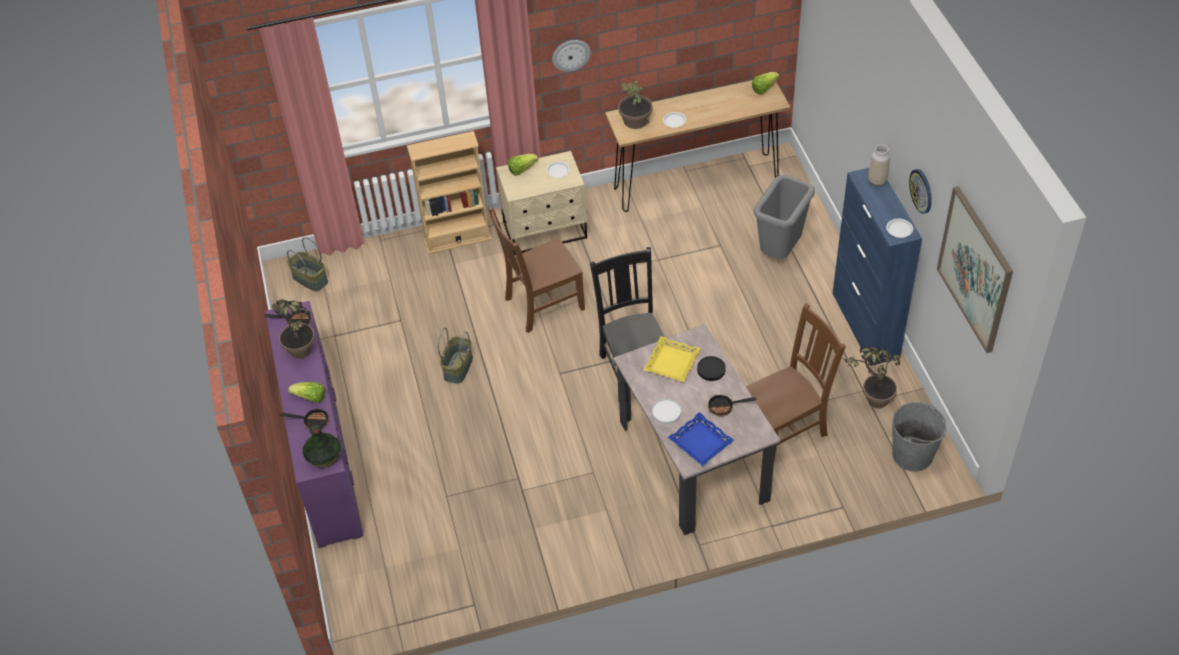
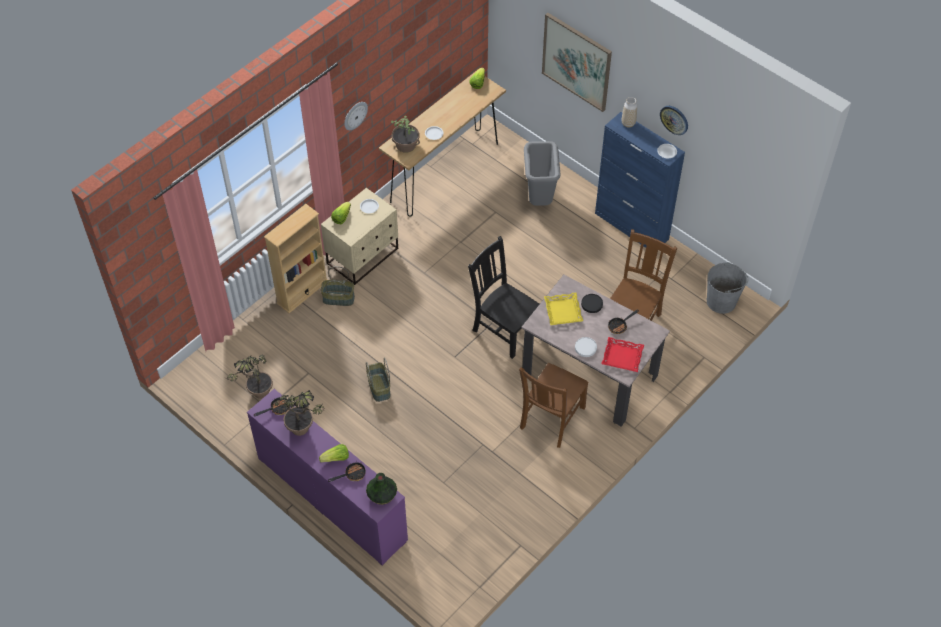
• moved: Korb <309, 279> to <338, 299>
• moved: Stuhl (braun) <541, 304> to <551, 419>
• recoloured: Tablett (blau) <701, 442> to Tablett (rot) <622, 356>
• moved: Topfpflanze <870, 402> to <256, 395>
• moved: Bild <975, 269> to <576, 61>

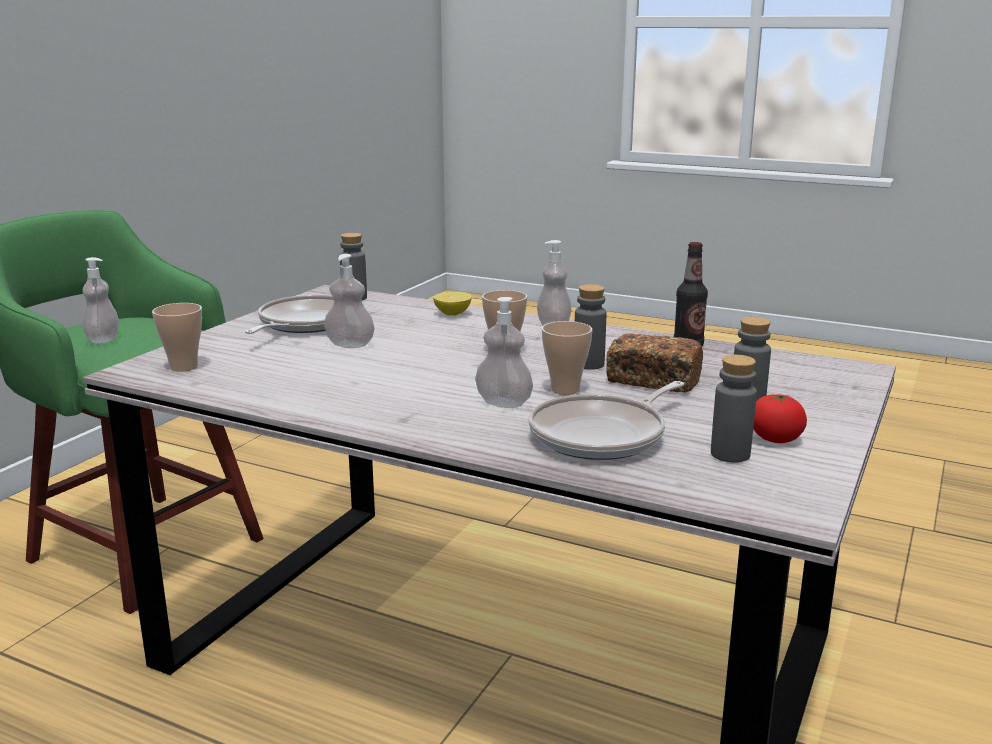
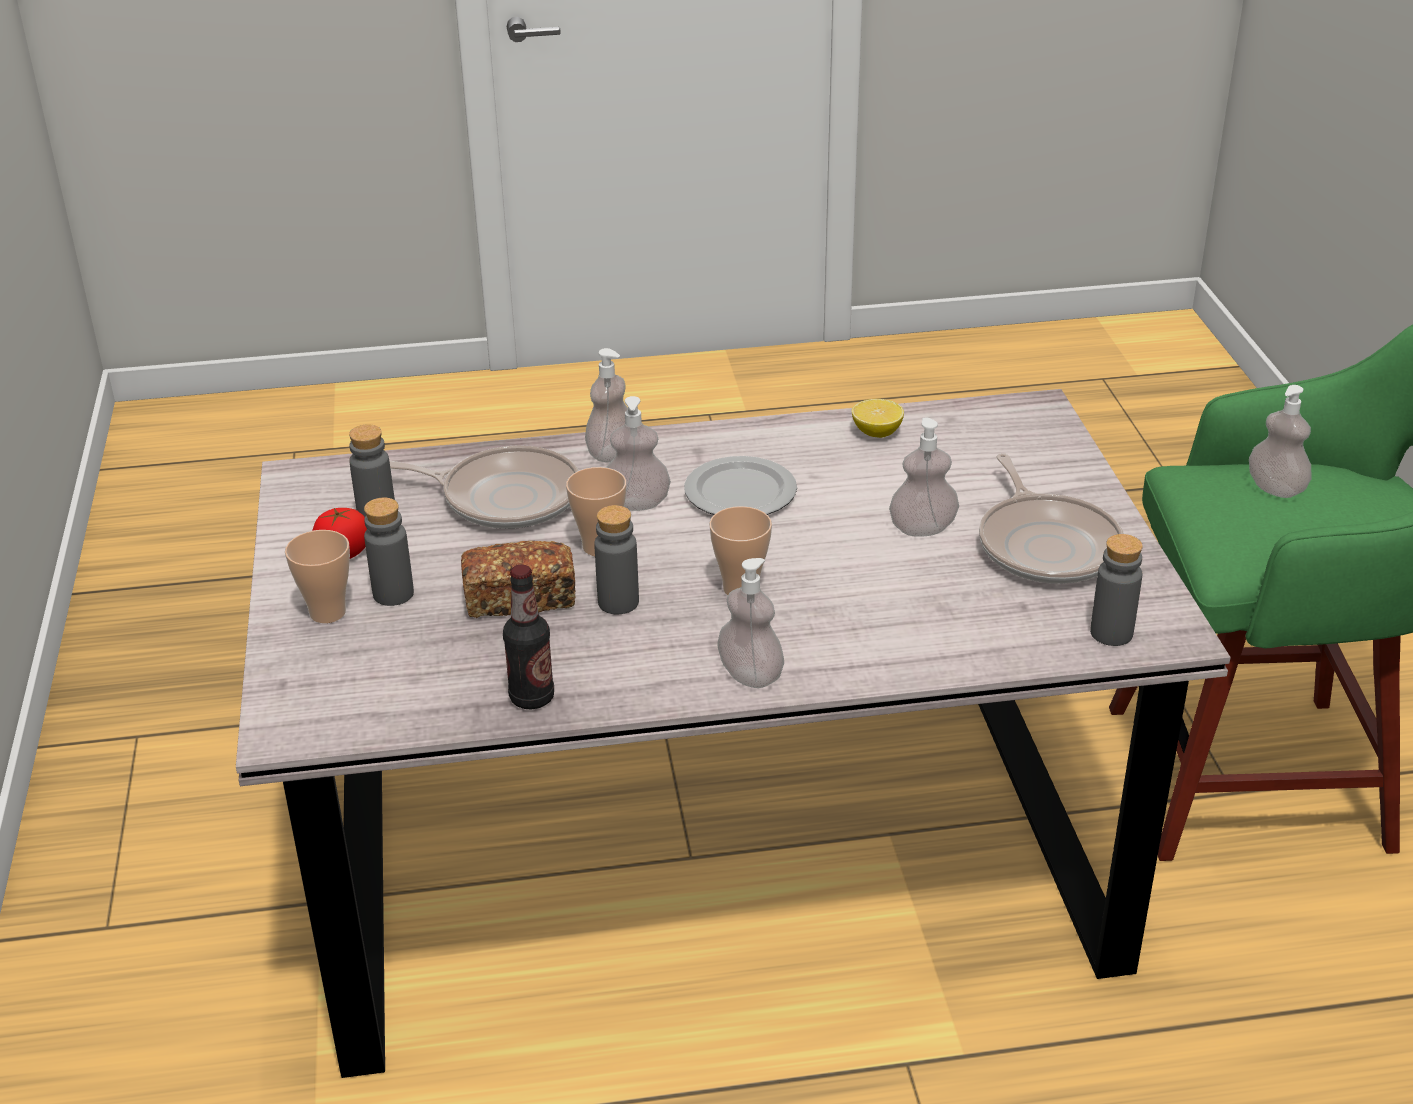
• moved: Tasse <183, 367> to <327, 613>
• moved: Zitrone <452, 314> to <876, 432>
• turned: Pfanne <602, 435> = <504, 497> 90 degrees clockwise
• added: Seifenspender <611, 452>
• added: Teller <740, 491>

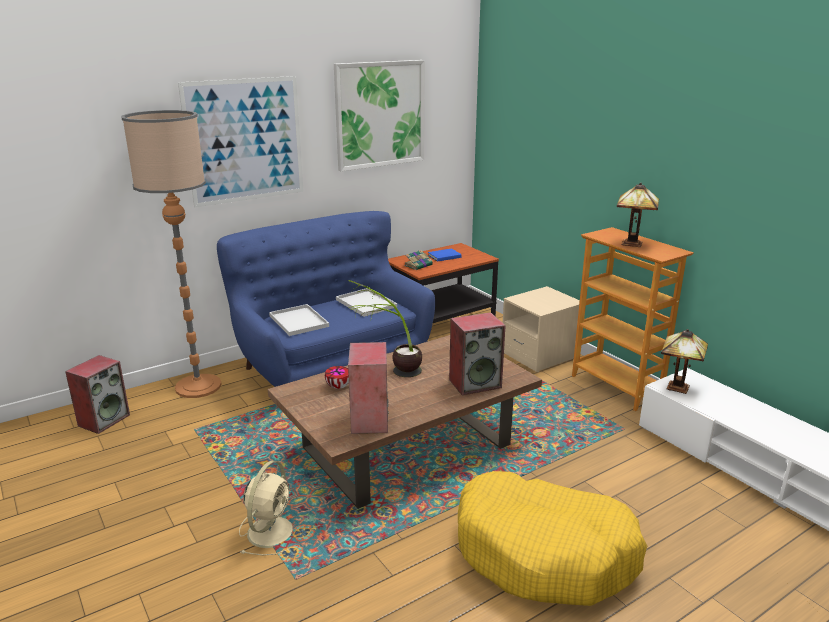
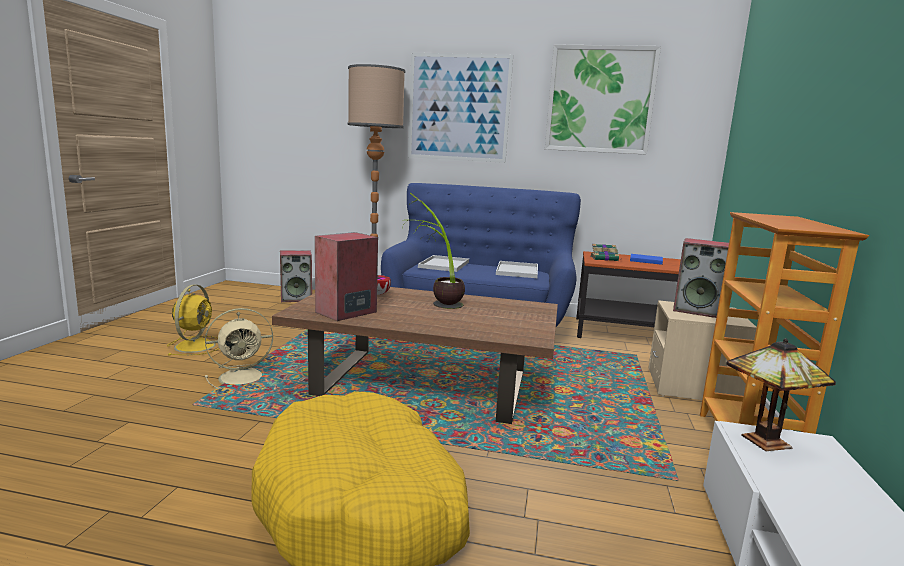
• moved: Lautsprecher <475, 383> to <698, 310>
• removed: Tischlampe <633, 243>
• added: Ventilator (gelb) <196, 345>

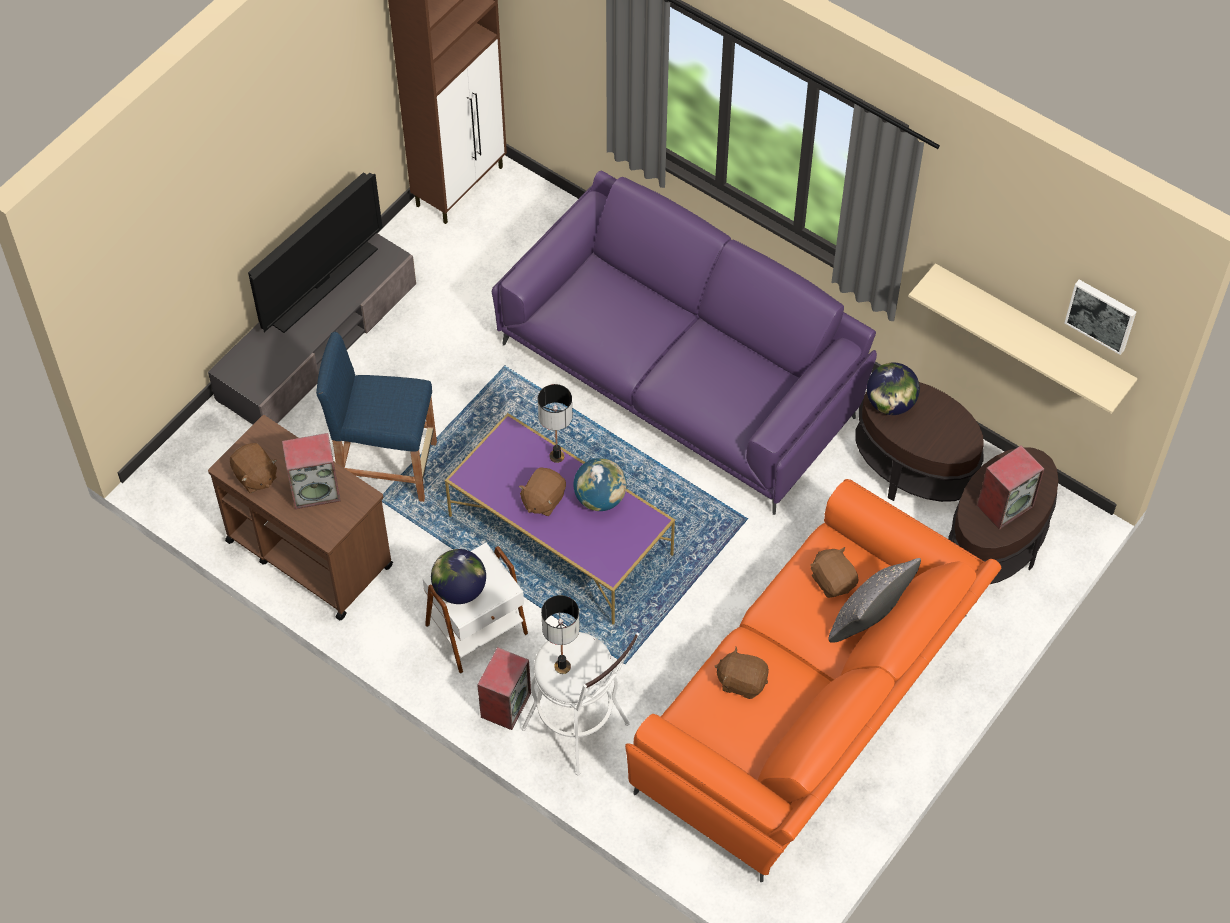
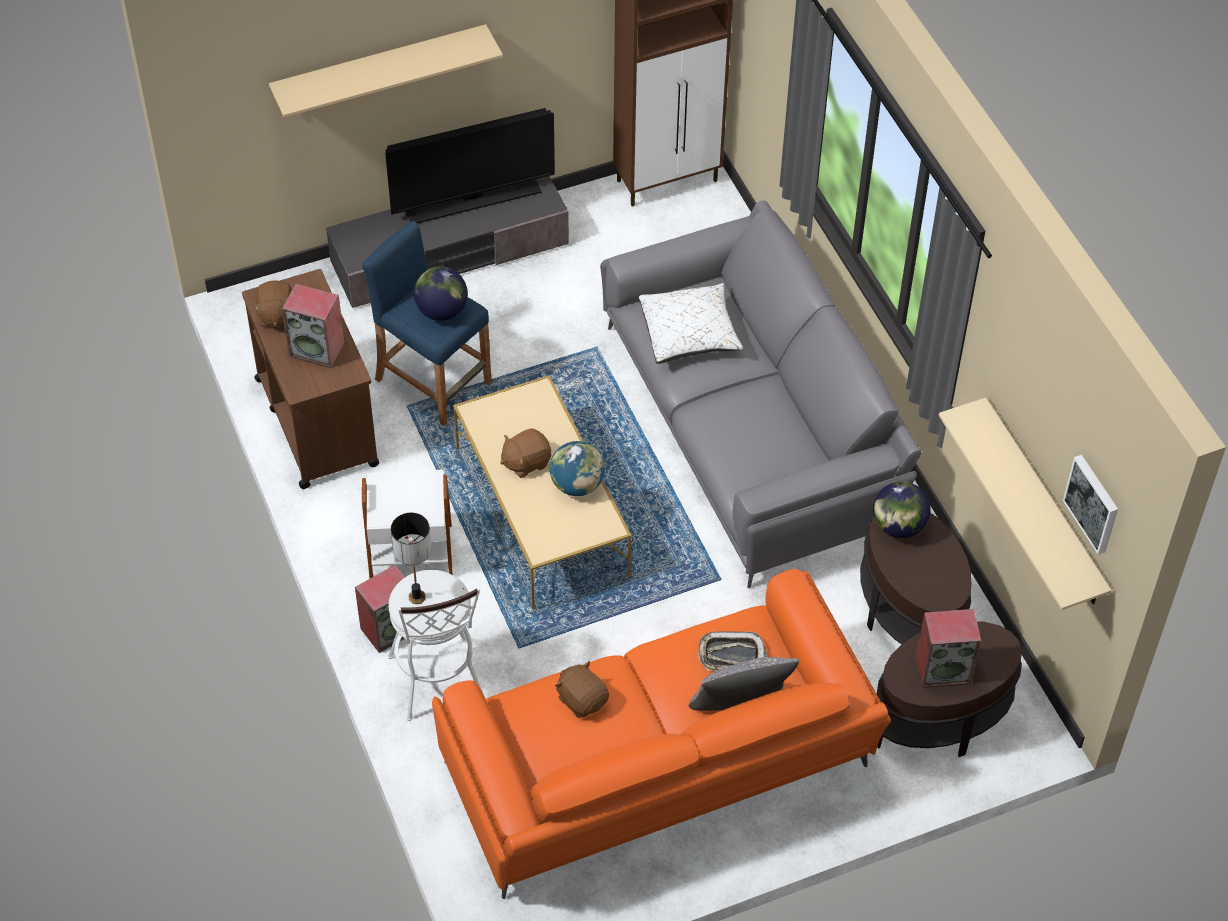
• moved: Globus <459, 589> to <442, 311>
• recoloured: Couchtisch (lila) <561, 536> to Couchtisch (beige) <542, 512>
• recoloured: Sofa (lila) <682, 376> to Sofa (grau) <750, 429>
• removed: Tischlampe <556, 456>
• replaced: Plüschtier (braun) <833, 580> to Tablett <731, 655>
• added: Wandregal (beige) <380, 68>
• added: Kissen (weiß) <689, 334>

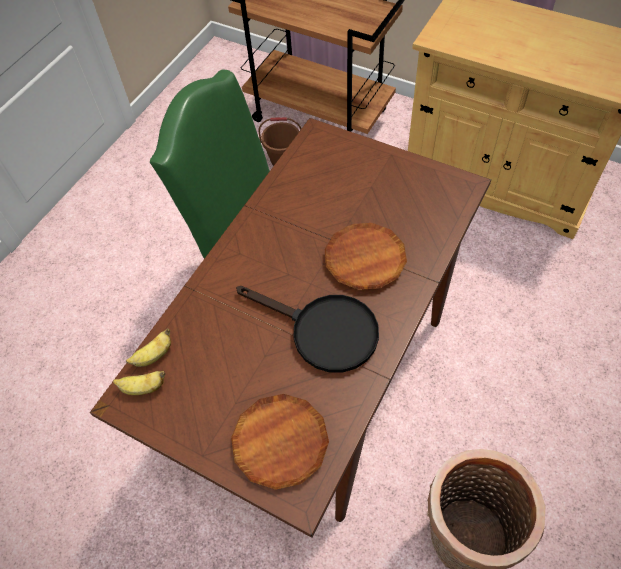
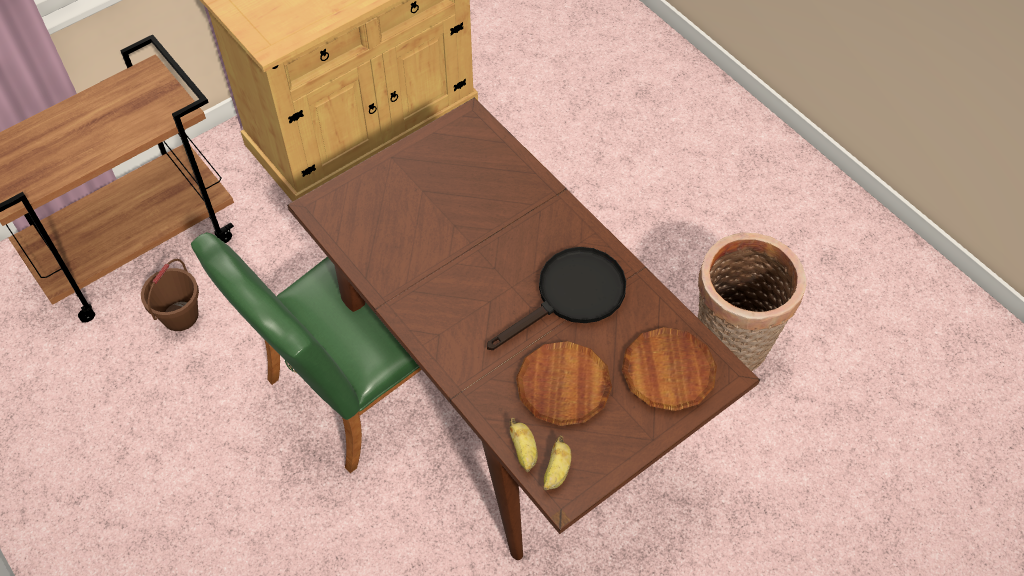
• moved: Teller (braun) <365, 259> to <563, 386>

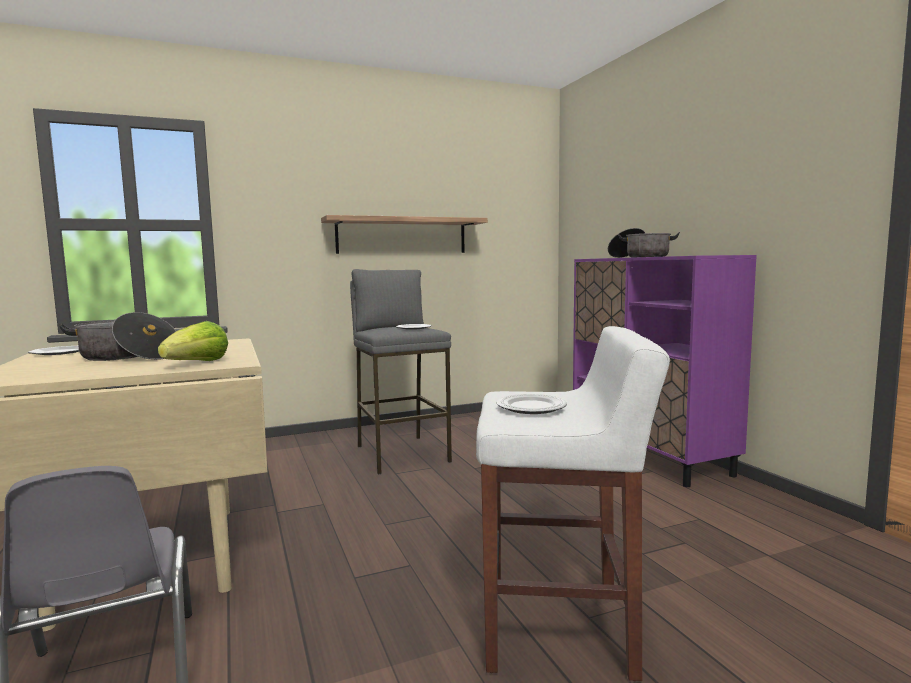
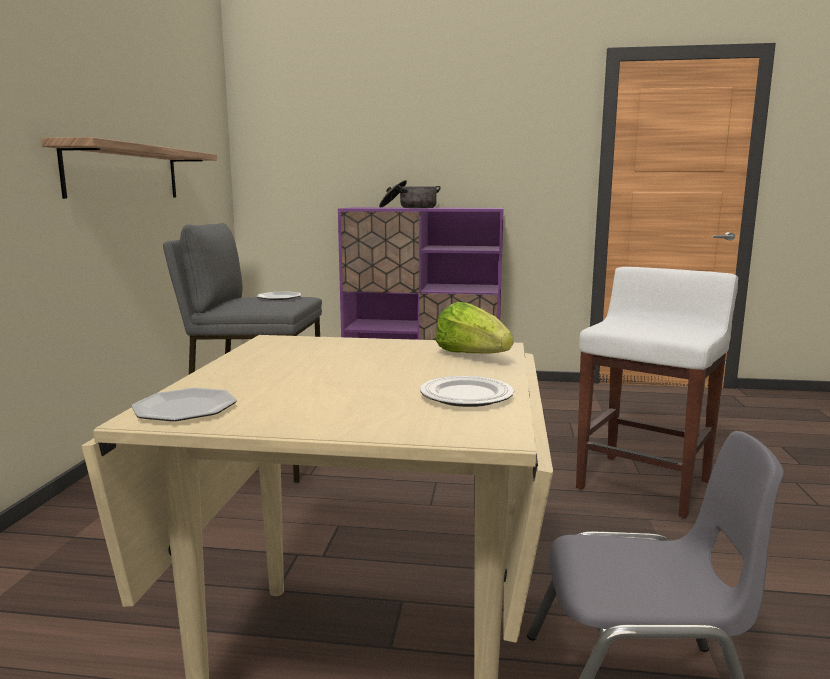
• removed: Kochtopf <127, 357>
• moved: Teller <532, 408> to <467, 396>

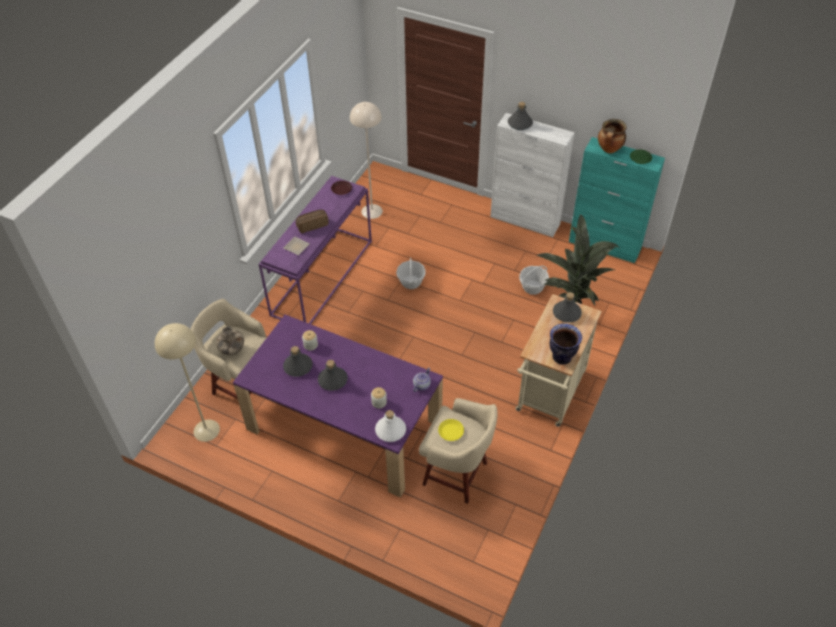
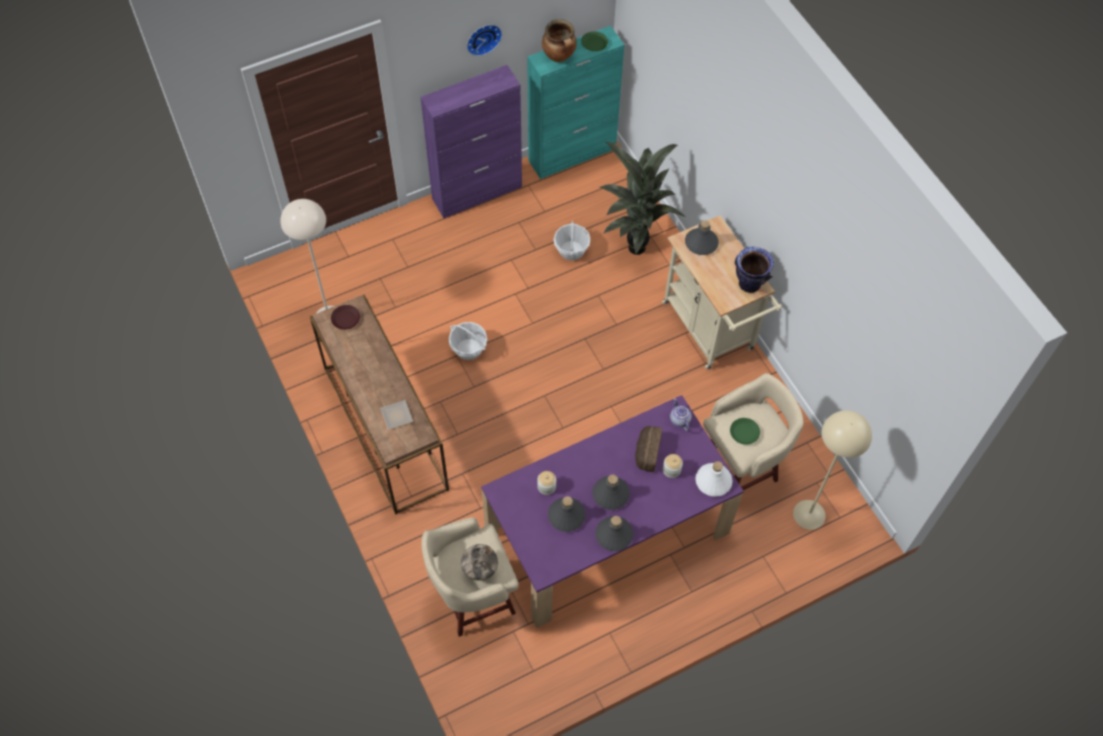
• moved: Stehlampe (beige) <206, 430> to <809, 514>
• recoloured: Konsolentisch (lila) <322, 277> to Konsolentisch (braun) <383, 427>
• moved: Brot <312, 225> to <646, 452>
• recoloured: Teller (gelb) <451, 432> to Teller (grün) <744, 432>
• recoloured: Schrank (weiß) <525, 220> to Schrank (lila) <477, 192>
• moved: Flasche (grau) <519, 124> to <613, 535>
• added: Wanduhr <483, 38>

